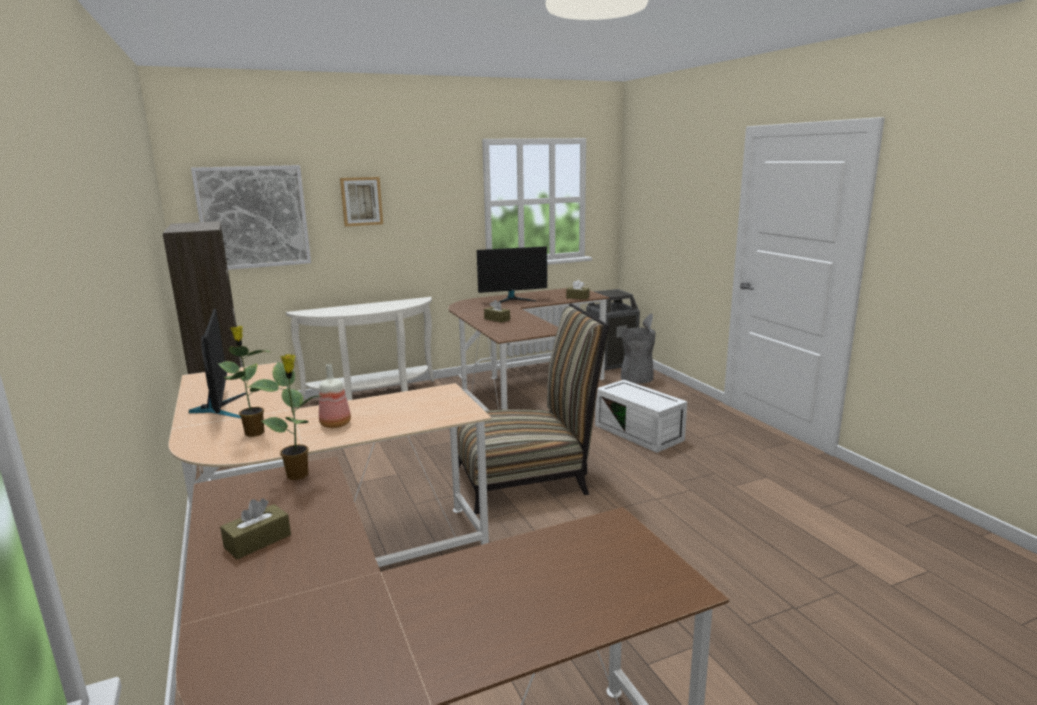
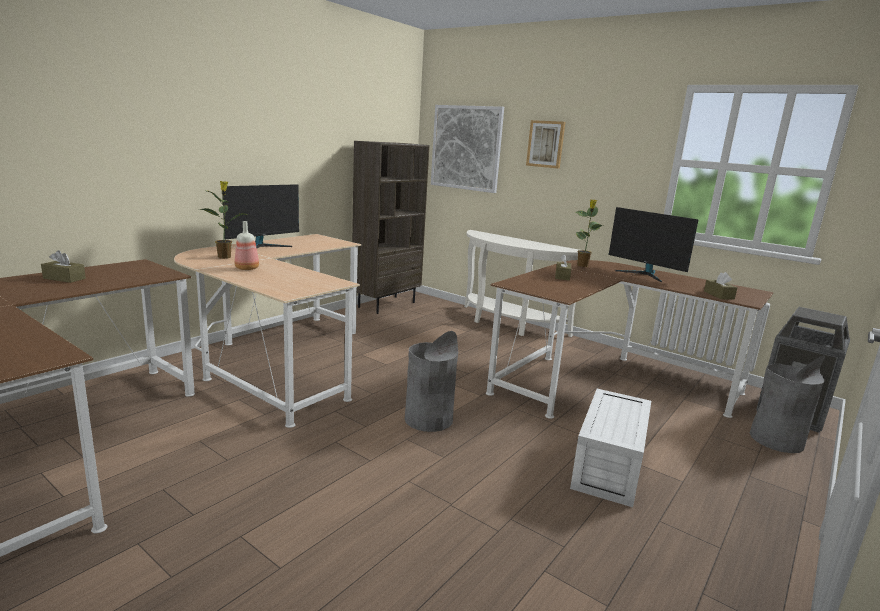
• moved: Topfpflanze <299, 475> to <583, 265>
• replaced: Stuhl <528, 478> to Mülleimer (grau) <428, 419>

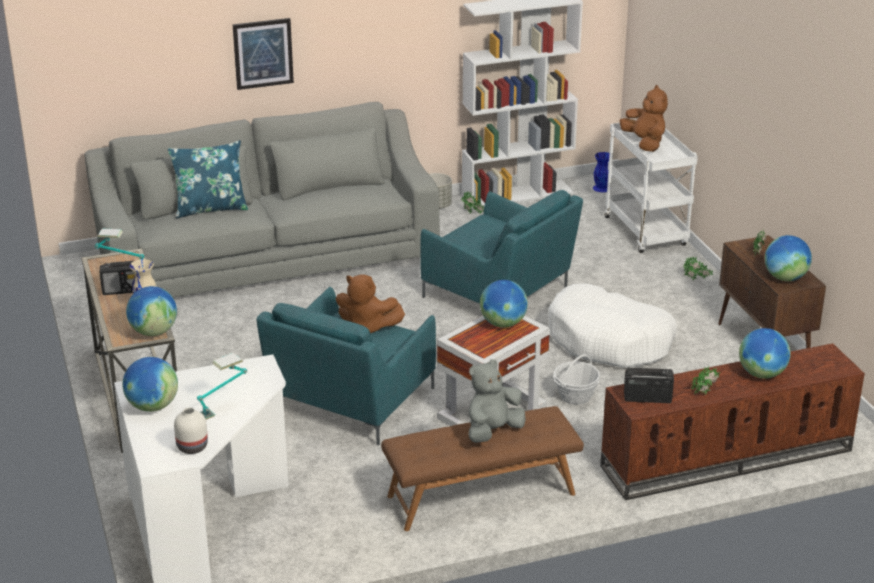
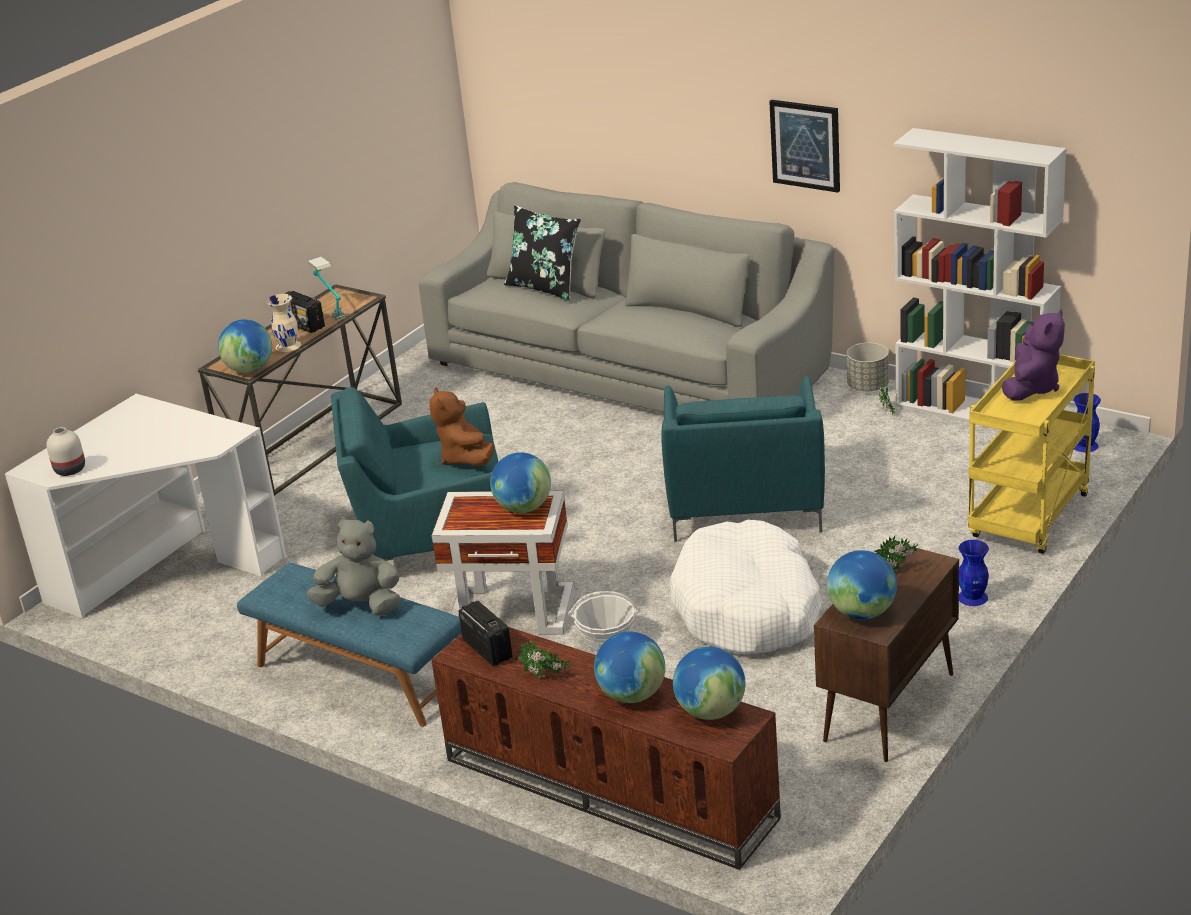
• moved: Globus <152, 406> to <711, 711>
• recoloured: Kissen (blau) <210, 208> to Kissen (schwarz) <545, 287>
• removed: Tischlampe <223, 408>
• moved: Bild <263, 53> to <805, 145>
• recoloured: Bank (braun) <481, 495> to Bank (blau) <359, 676>
• recoloured: Rollwagen (weiß) <647, 232> to Rollwagen (gelb) <1030, 518>
• recoloured: Plüschtier (braun) <644, 143> to Plüschtier (lila) <1031, 388>
• replaced: Topfpflanze <696, 280> to Vase (blau) <973, 597>

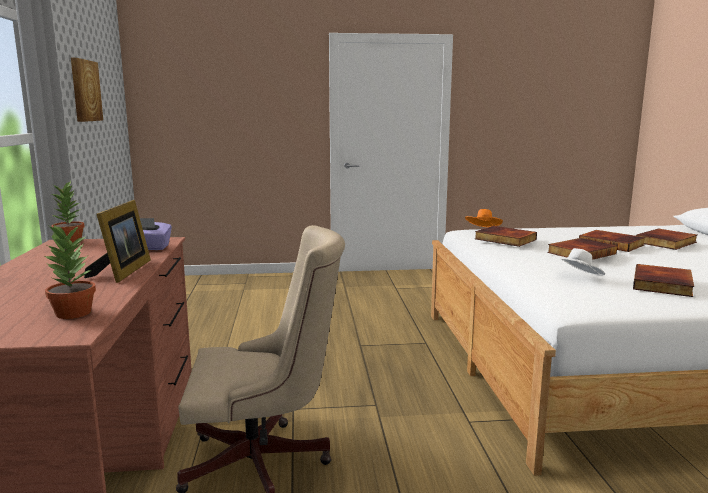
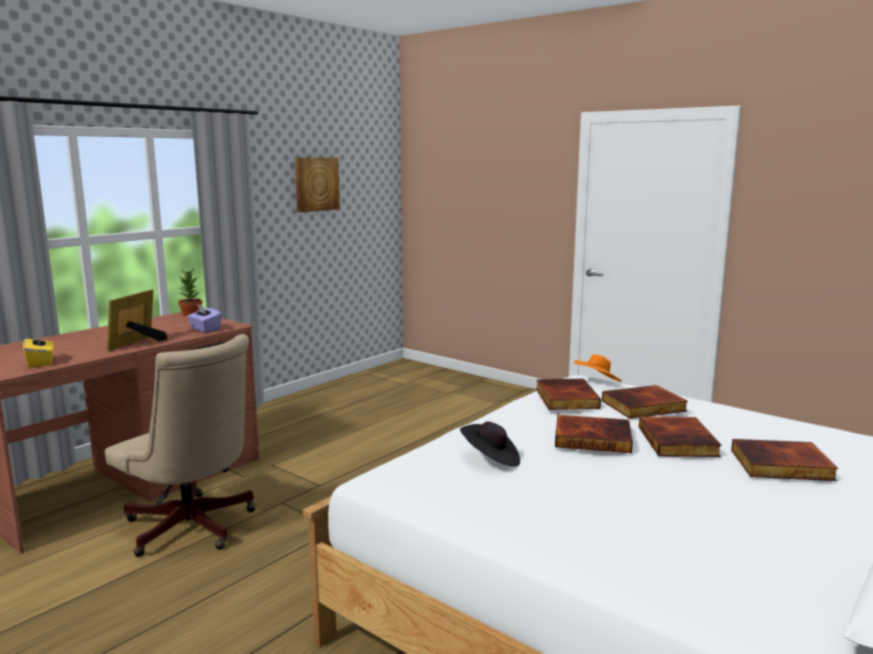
• replaced: Topfpflanze <72, 313> to Taschentuchbox (gelb) <41, 362>
• turned: Bilderrahmen <123, 271> = <138, 343> 150 degrees clockwise
• recoloured: Hut (weiß) <577, 277> to Hut (schwarz) <491, 459>
• moved: Buch <664, 284> to <644, 406>

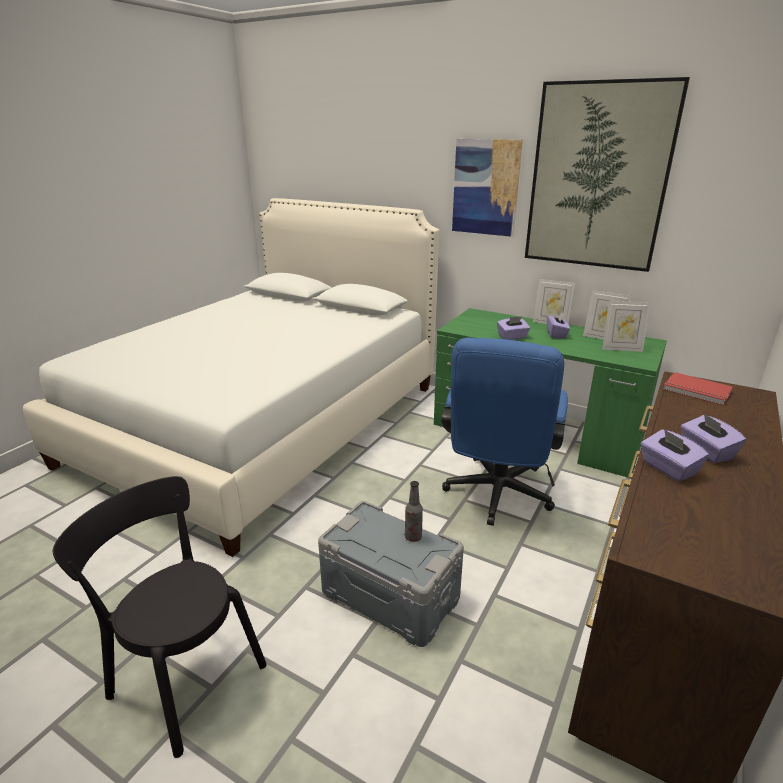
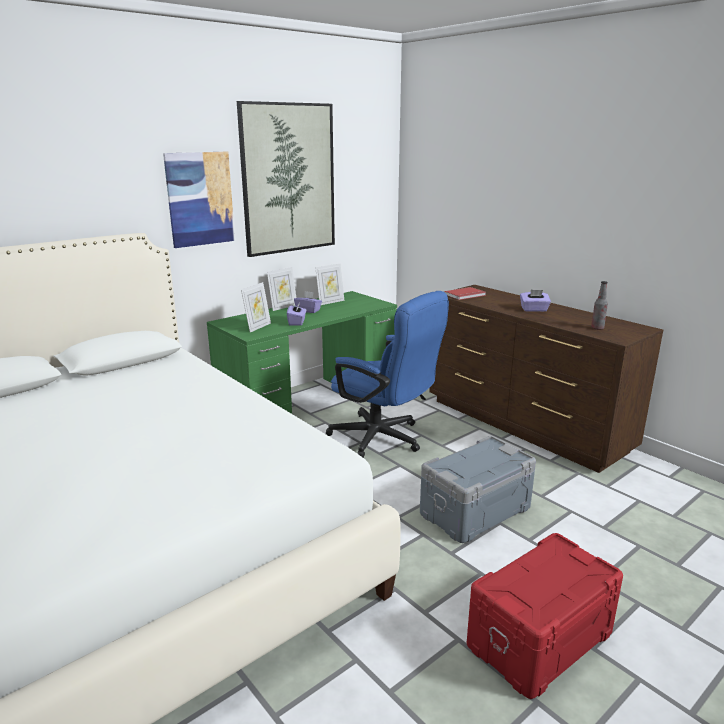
• replaced: Stuhl (schwarz) <184, 676> to Aufbewahrungsbox (rot) <538, 638>
• moved: Flasche <413, 537> to <597, 328>
• moved: Bilderrahmen <621, 349> to <257, 327>
• removed: Taschentuchbox (lila) <668, 468>

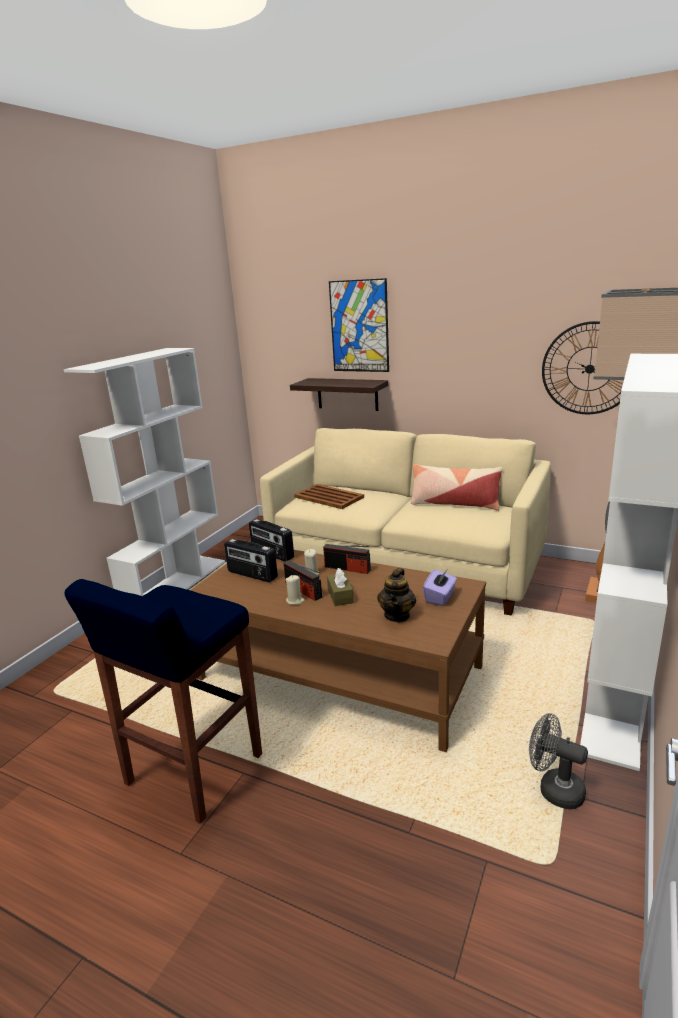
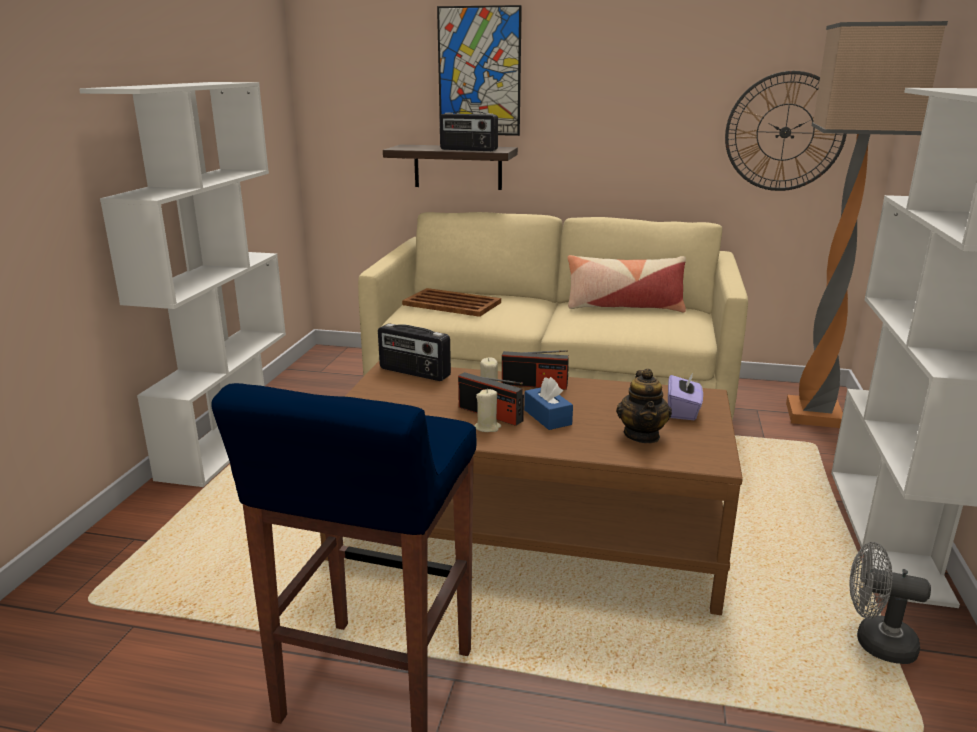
• moved: Radio <252, 575> to <468, 150>
• recoloured: Taschentuchbox (braun) <340, 596> to Taschentuchbox (blau) <547, 417>

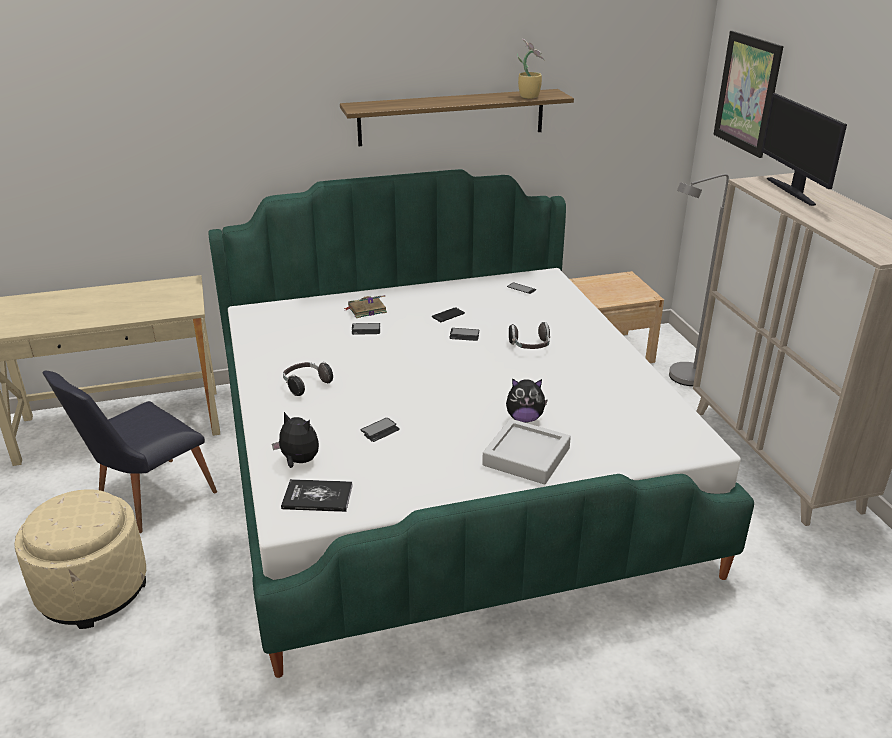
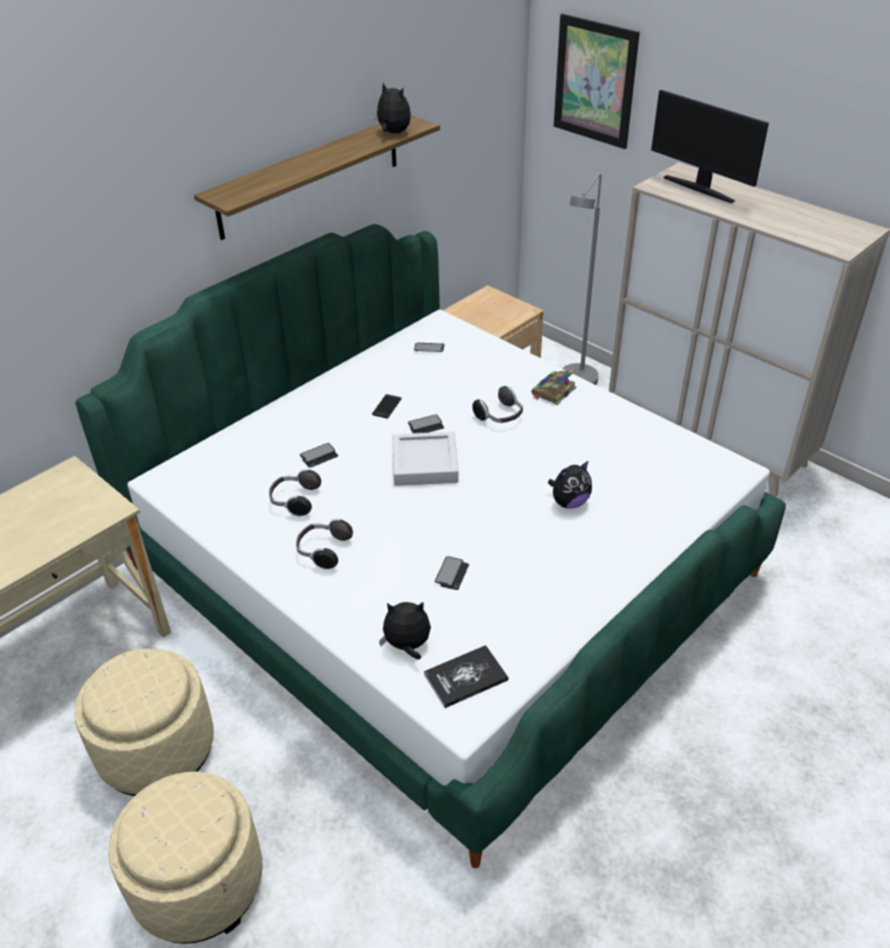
• replaced: Stuhl (schwarz) <145, 500> to Polsterhocker (beige) <157, 750>
• moved: Buch <366, 310> to <553, 391>
• moved: Tablett (grau) <526, 457> to <425, 464>
• replaced: Topfpflanze <529, 96> to Plüschtier <392, 133>
• added: Kopfhörer <294, 501>

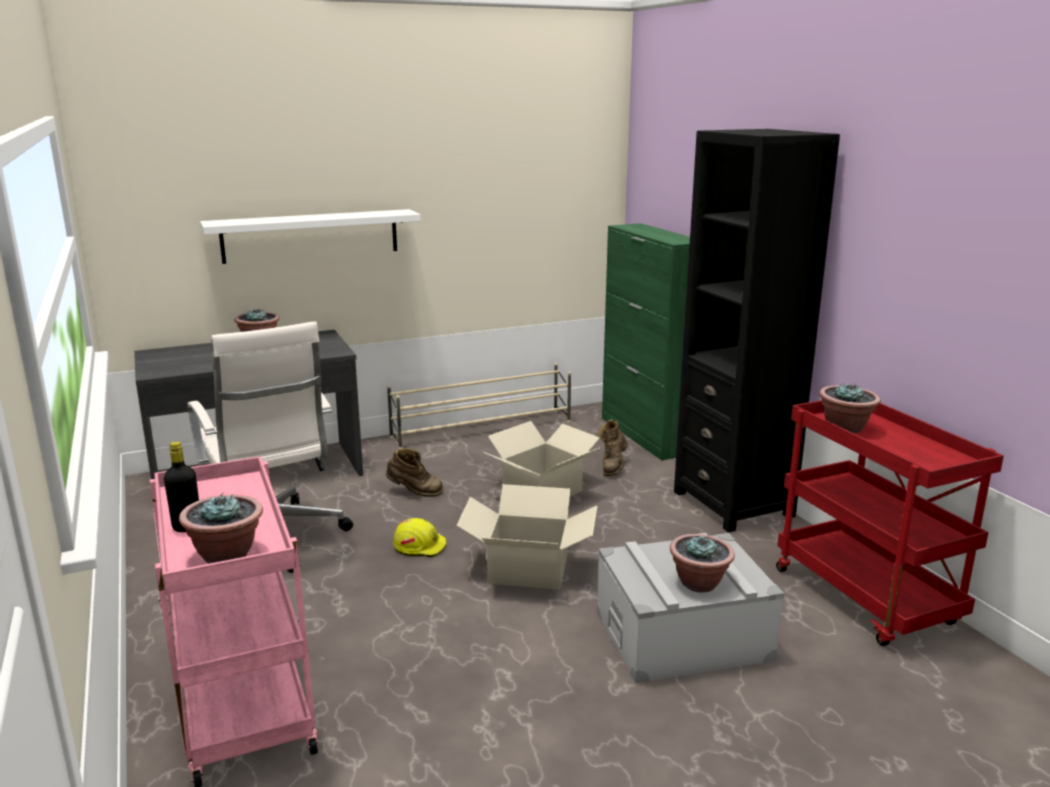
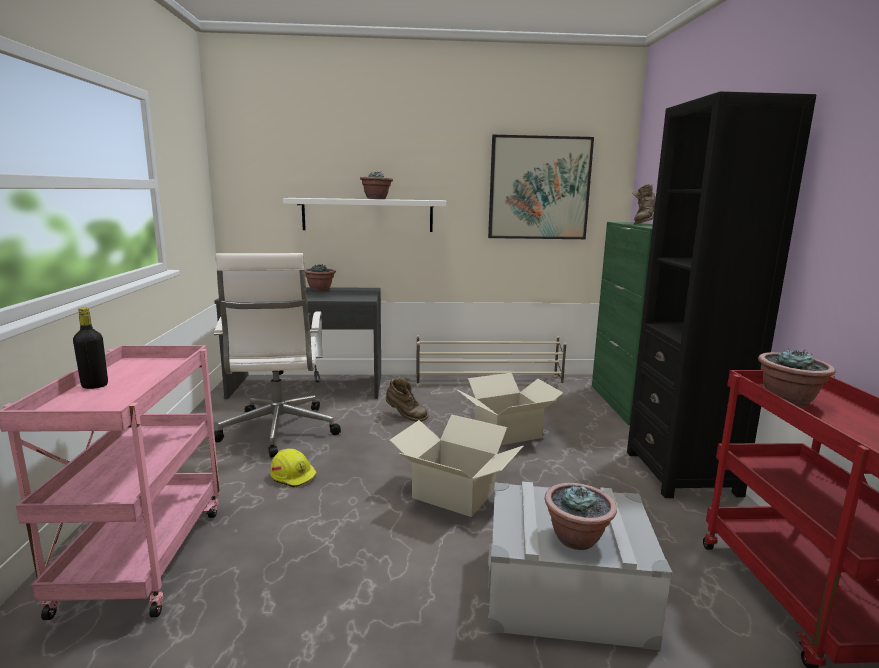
• moved: Topfpflanze <226, 554> to <376, 199>
• moved: Schutzhelm (gelb) <420, 546> to <294, 476>
• moved: Stiefel (braun) <613, 467> to <644, 224>
• added: Bild <539, 188>

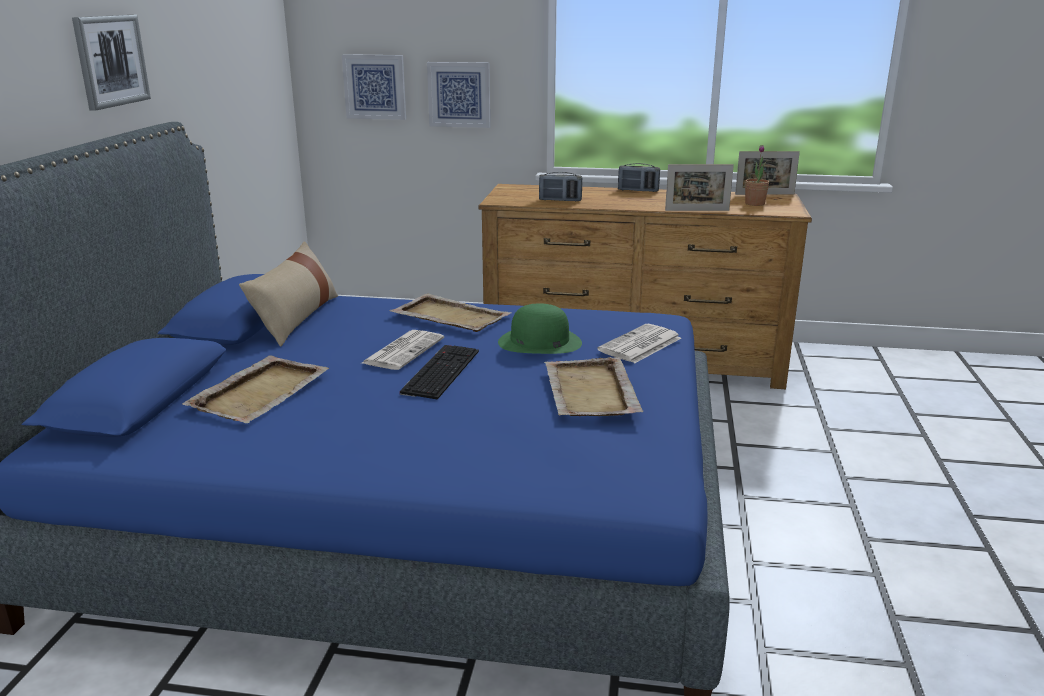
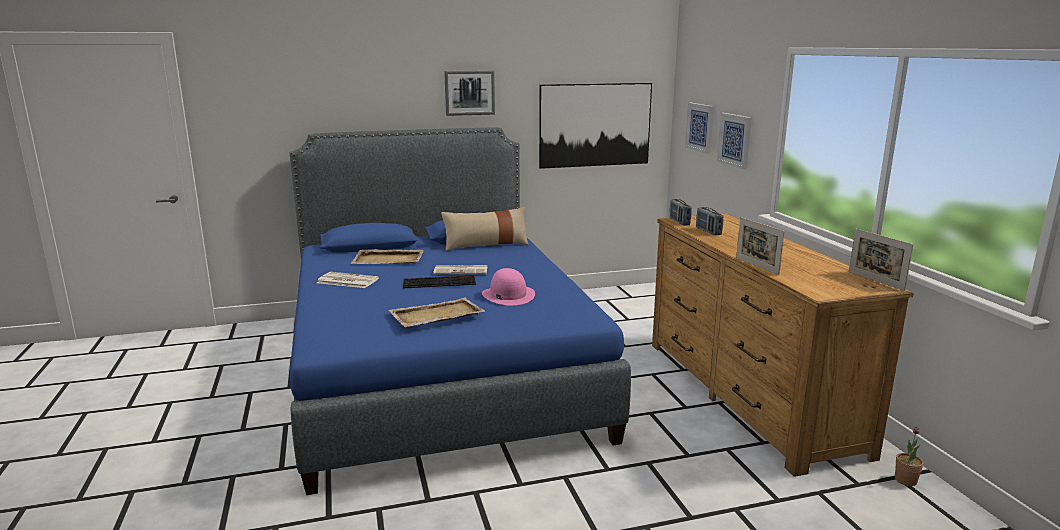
• removed: Tablett (beige) <449, 316>
• recoloured: Hut (grün) <539, 342> to Hut (rosa) <508, 295>
• moved: Zeitung <640, 345> to <346, 281>
• moved: Radio <638, 190> to <679, 222>
• moved: Topfpflanze <754, 204> to <905, 480>
• added: Bild <595, 125>

